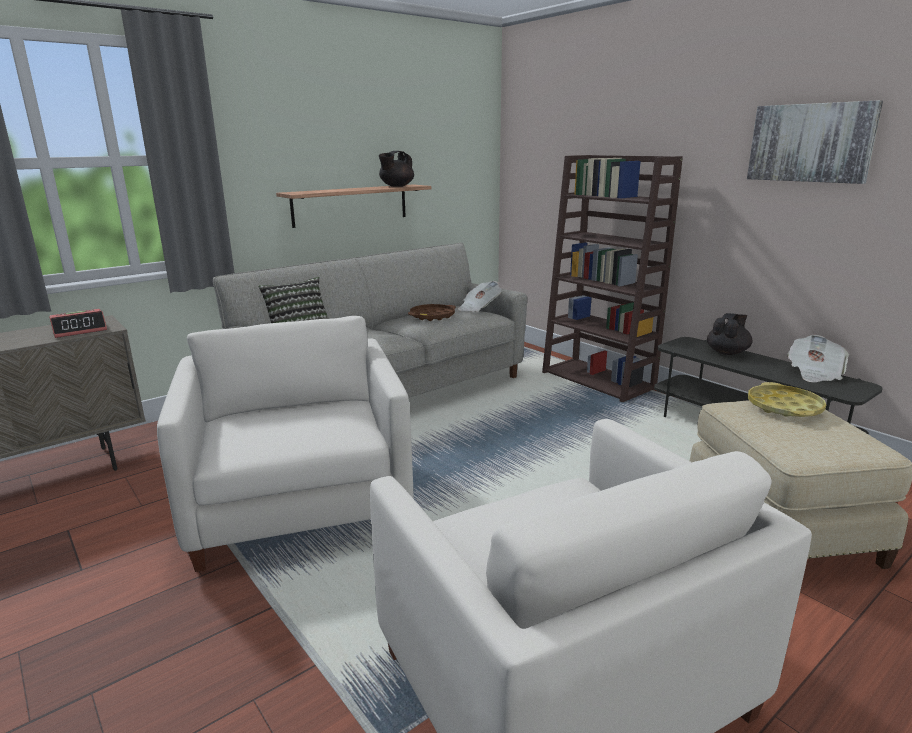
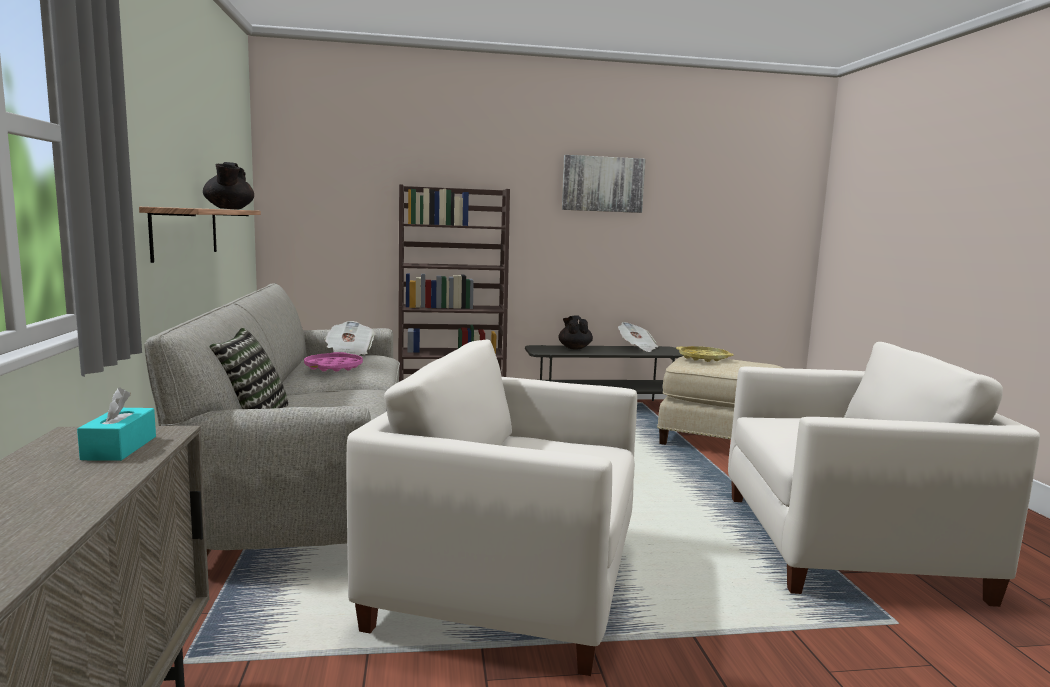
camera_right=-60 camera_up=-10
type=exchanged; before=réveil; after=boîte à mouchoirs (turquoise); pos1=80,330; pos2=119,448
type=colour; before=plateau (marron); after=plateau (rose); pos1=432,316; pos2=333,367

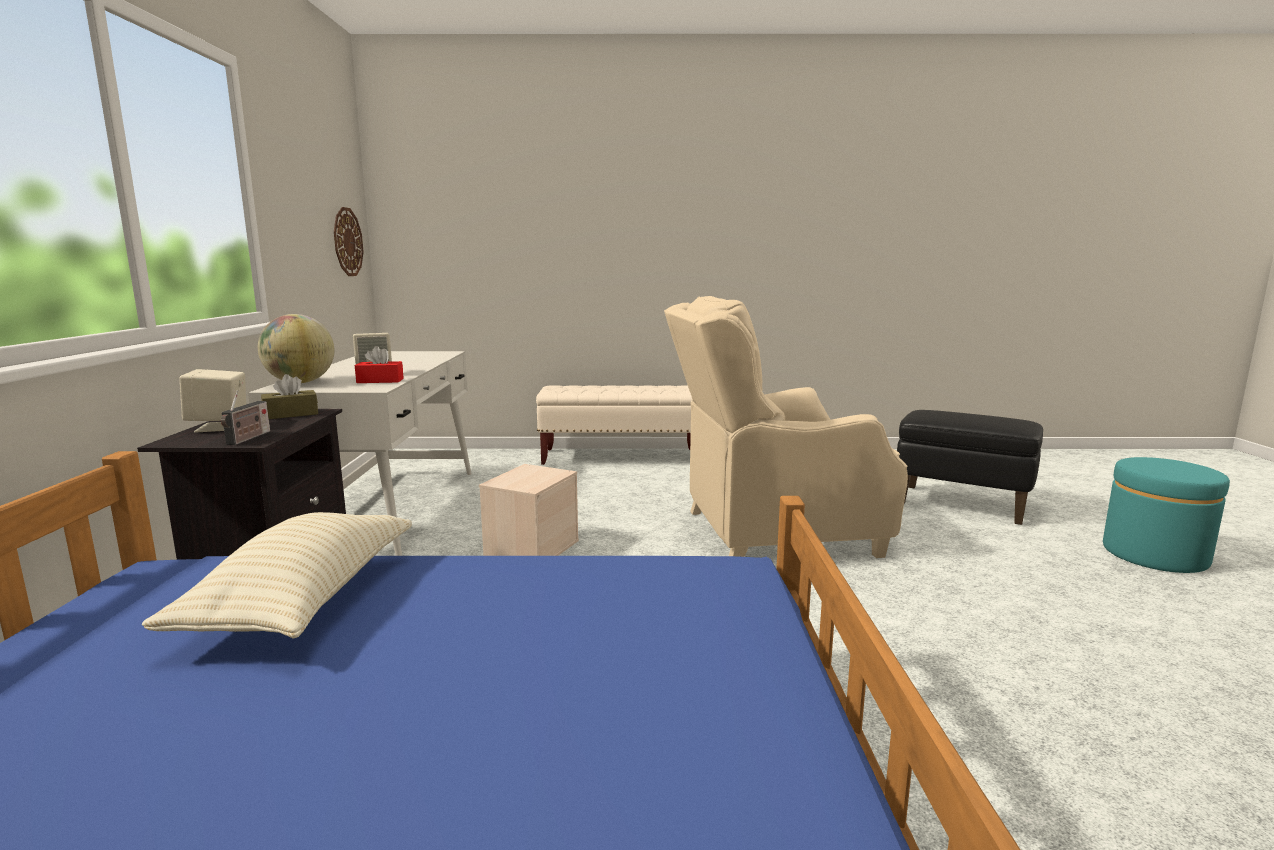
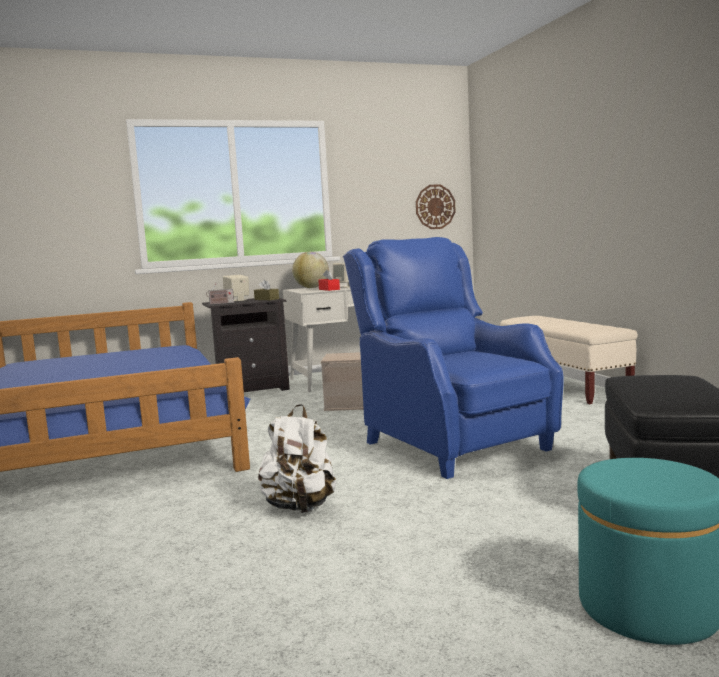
camera_right=70 camera_up=-5
type=missing; before=coussin (beige); pos1=303,600
type=appeared; after=sac à dos (blanc); pos2=300,507
type=colour; before=fauteuil (beige); after=fauteuil (bleu); pos1=773,534; pos2=452,444

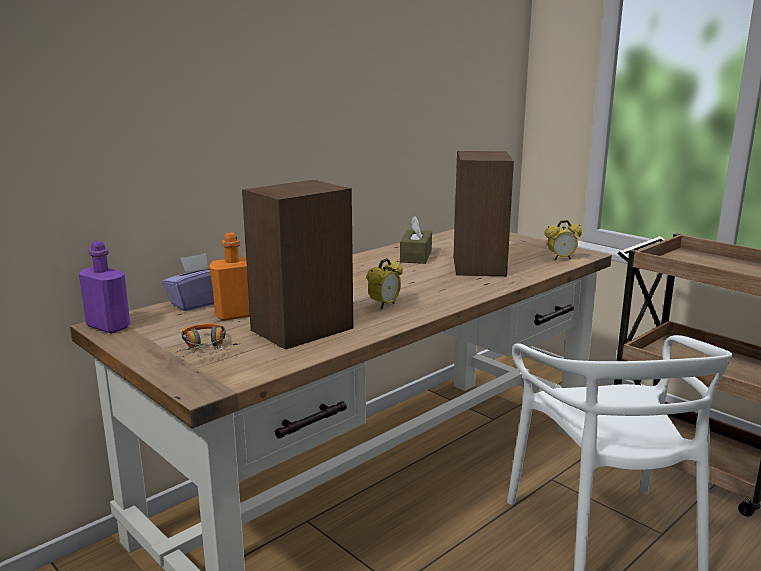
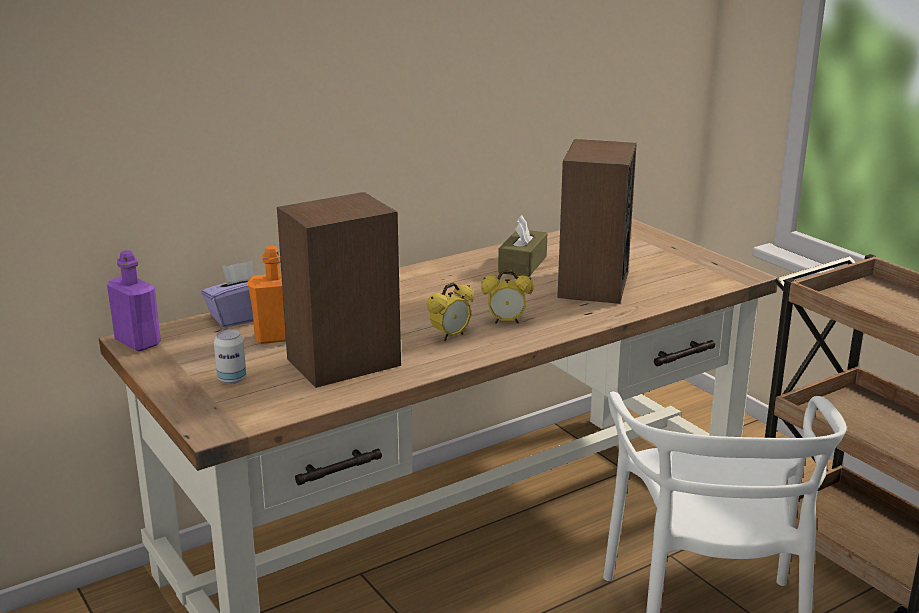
camera_right=10 camera_up=5
type=relocated; before=réveil; pos1=561,259; pos2=506,322
type=exchanged; before=casque audio; after=boîte métallique; pos1=205,348; pos2=232,379

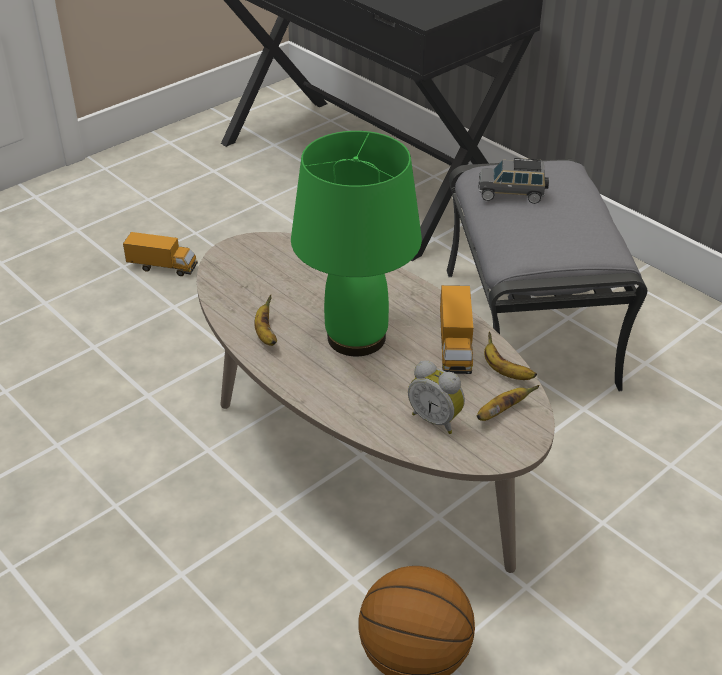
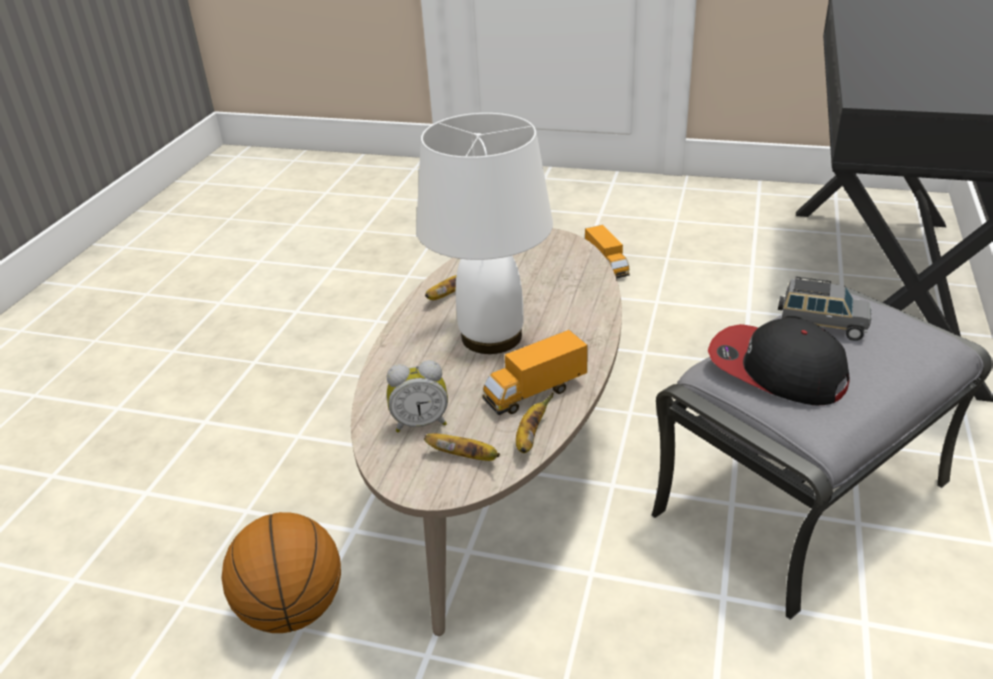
camera_right=60 camera_up=-5
type=appeared; after=casquette; pos2=776,369
type=colour; before=lampe de table (vert); after=lampe de table (blanc); pos1=358,338; pos2=491,337
type=spun; before=réveil; pos1=436,419; pos2=420,422; turn=-105
type=spun; before=petite voiture (gris); pos1=512,194; pos2=821,326; turn=135

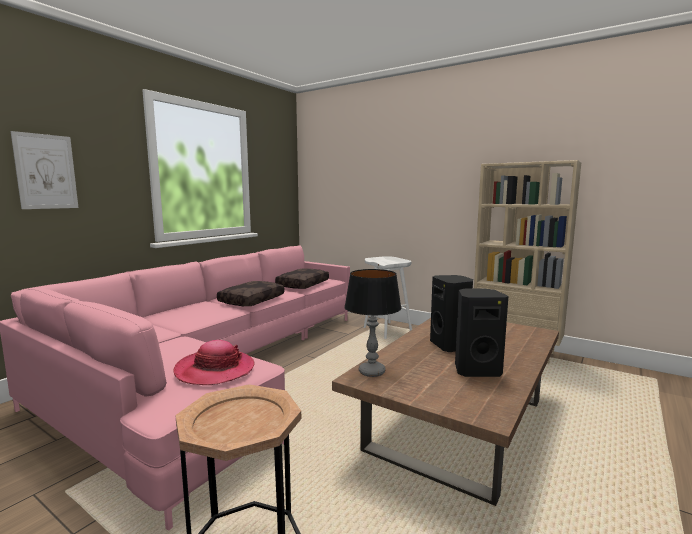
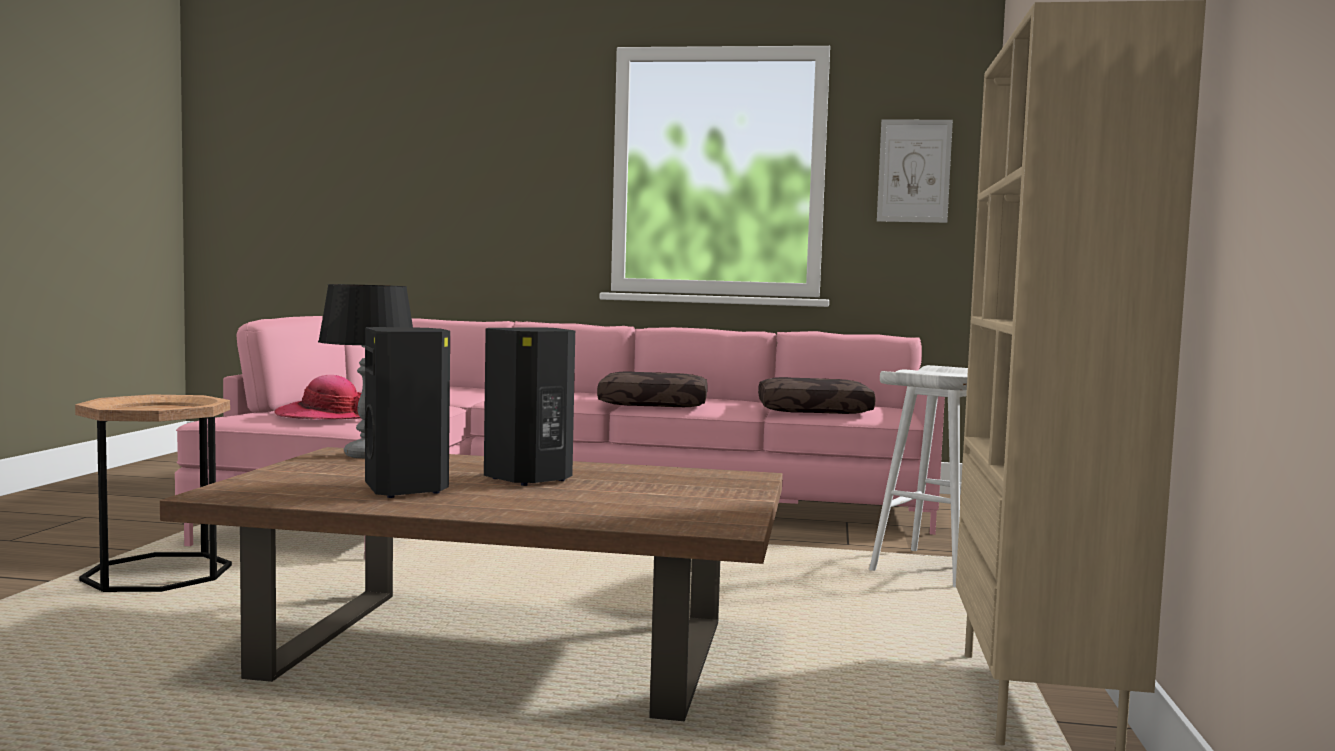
camera_right=65 camera_up=-5
type=relocated; before=tableau; pos1=46,171; pos2=914,171

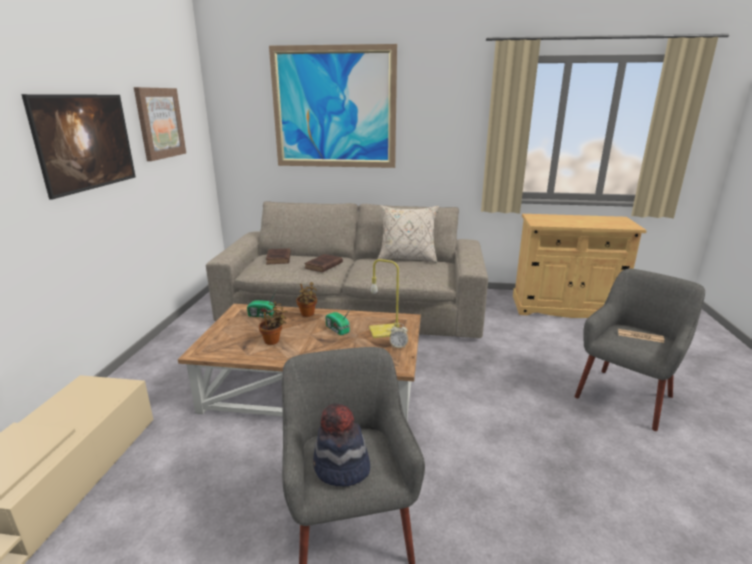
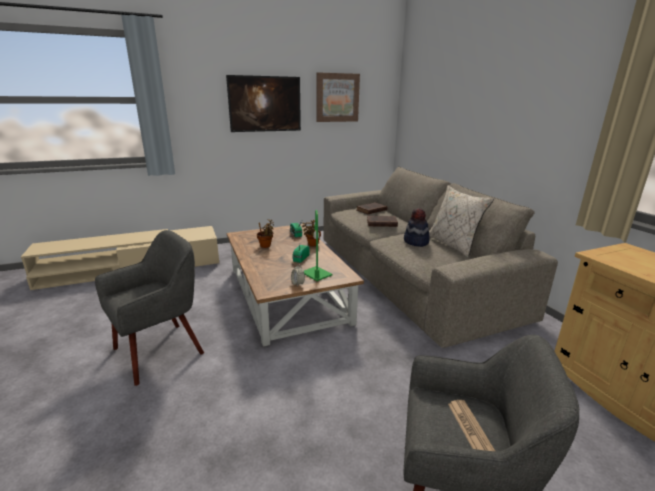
camera_right=60 camera_up=0
type=missing; before=tableau; pos1=334,108
type=relocated; before=chapeau; pos1=341,468; pos2=416,242
type=colour; before=lampe de table (jaune); after=lampe de table (vert); pos1=385,331; pos2=317,274

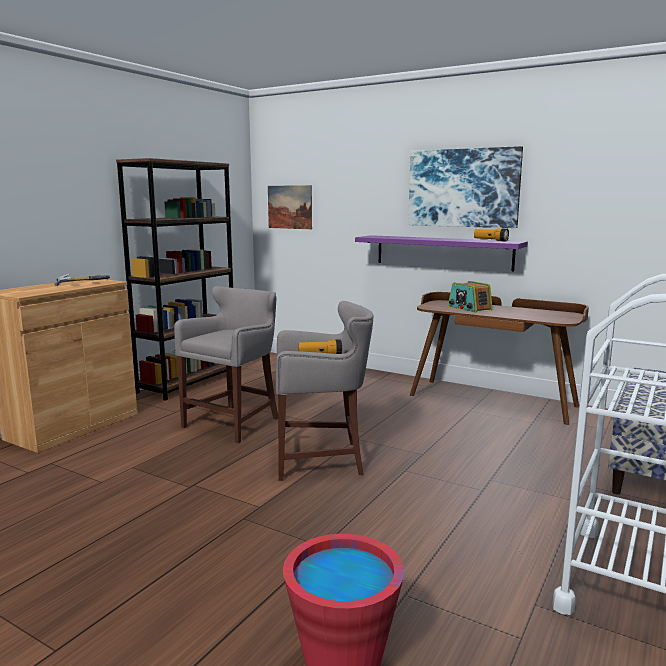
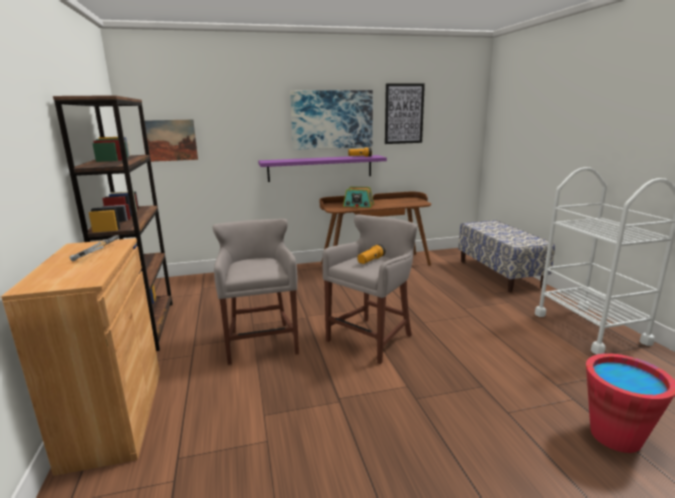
camera_right=-45 camera_up=5
type=appeared; after=tableau; pos2=404,114

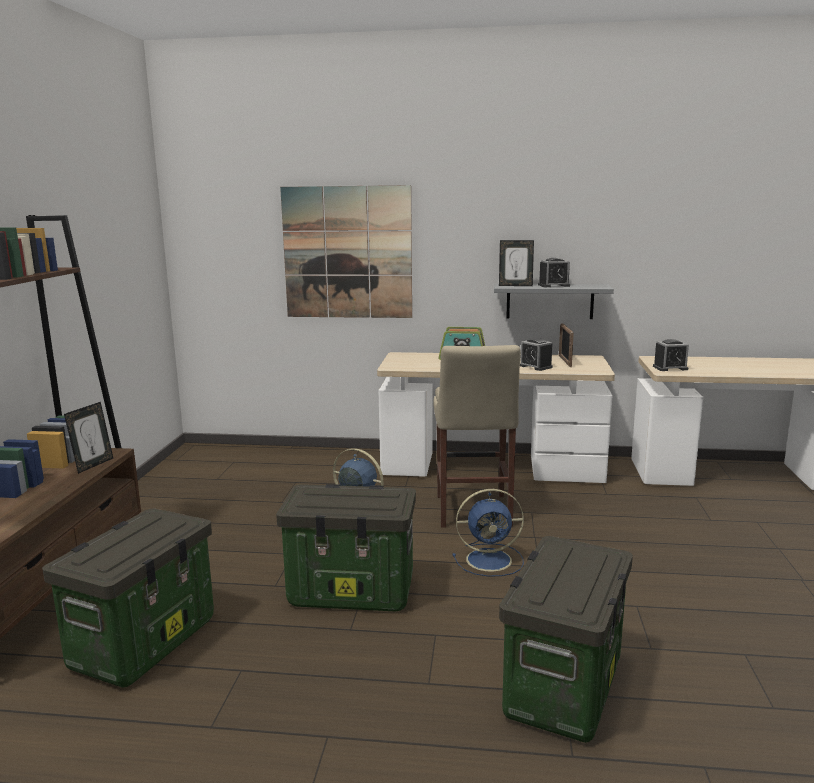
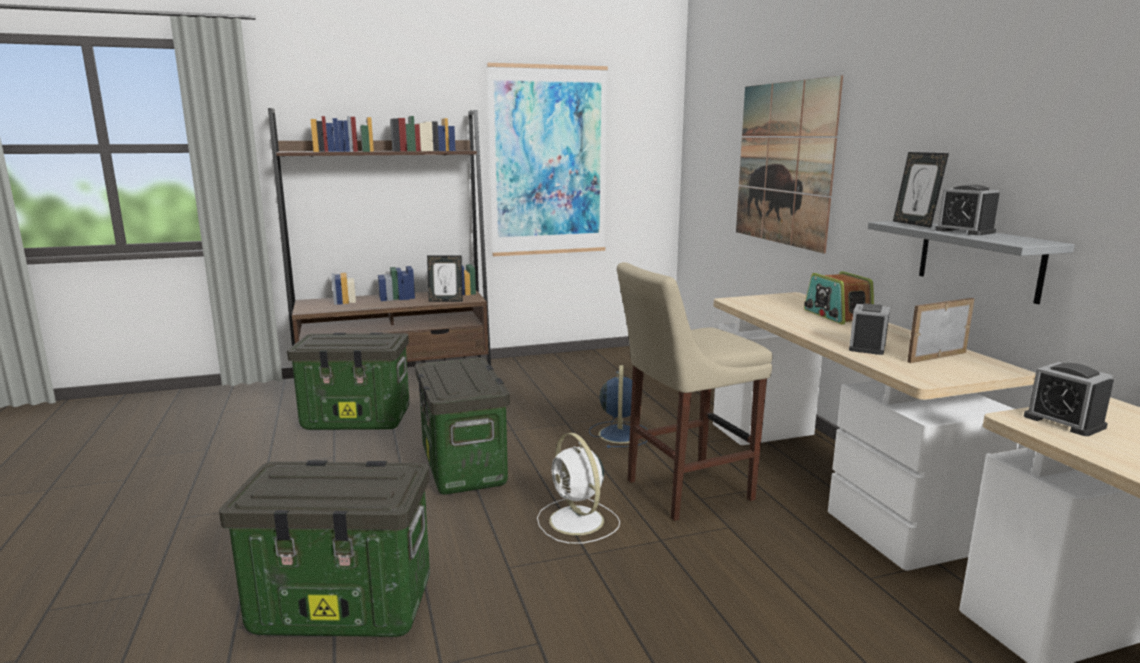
camera_right=65 camera_up=0
type=appeared; after=tableau; pos2=548,162
type=colour; before=ventilateur (bleu); after=ventilateur (blanc); pos1=491,560; pos2=578,522

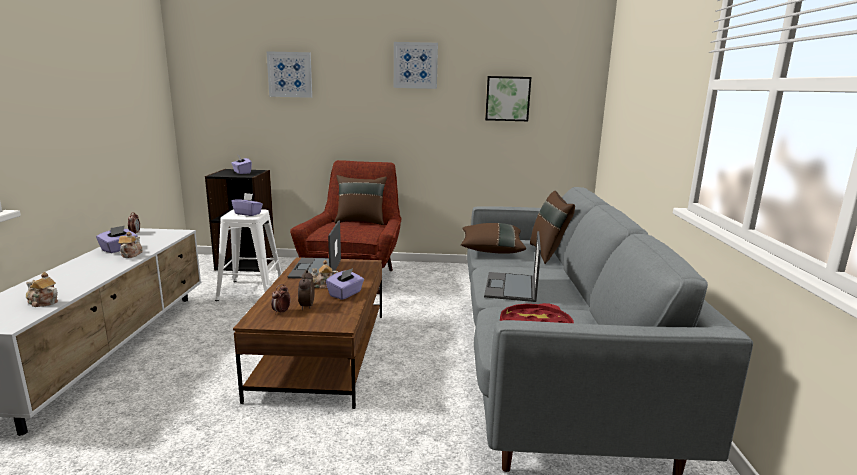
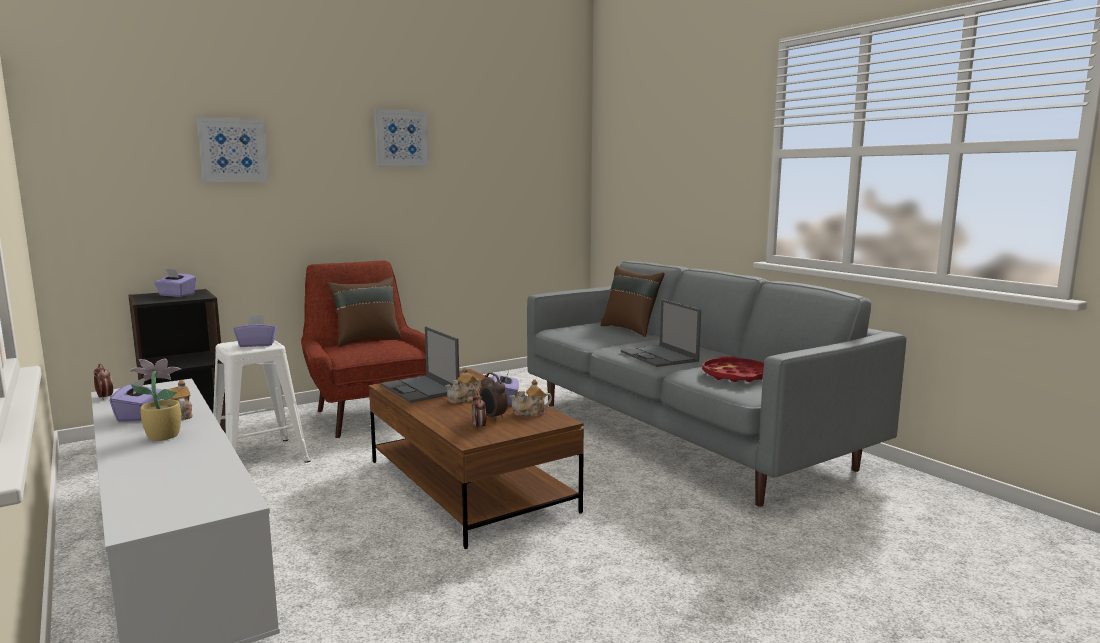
camera_right=-35 camera_up=-5
type=missing; before=coussin (marron); pos1=491,250
type=missing; before=tableau; pos1=507,98
type=appeared; after=plante en pot; pos2=162,436
type=relocated; before=théière; pos1=43,302; pos2=530,413

